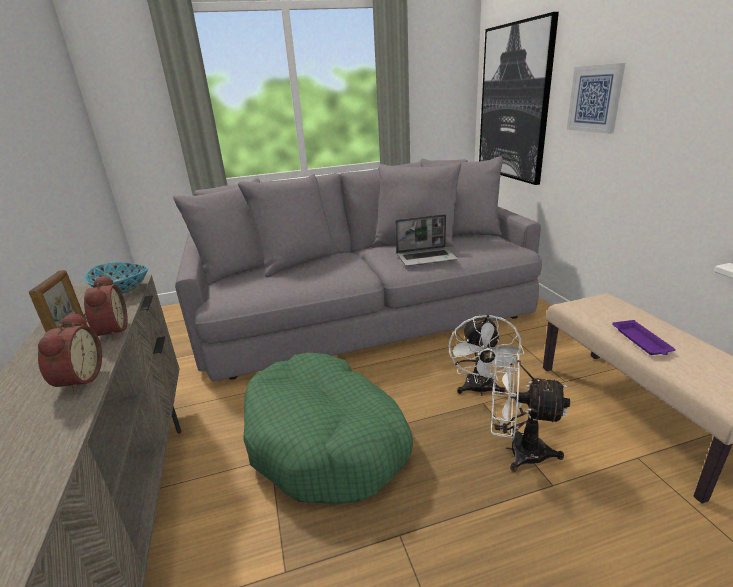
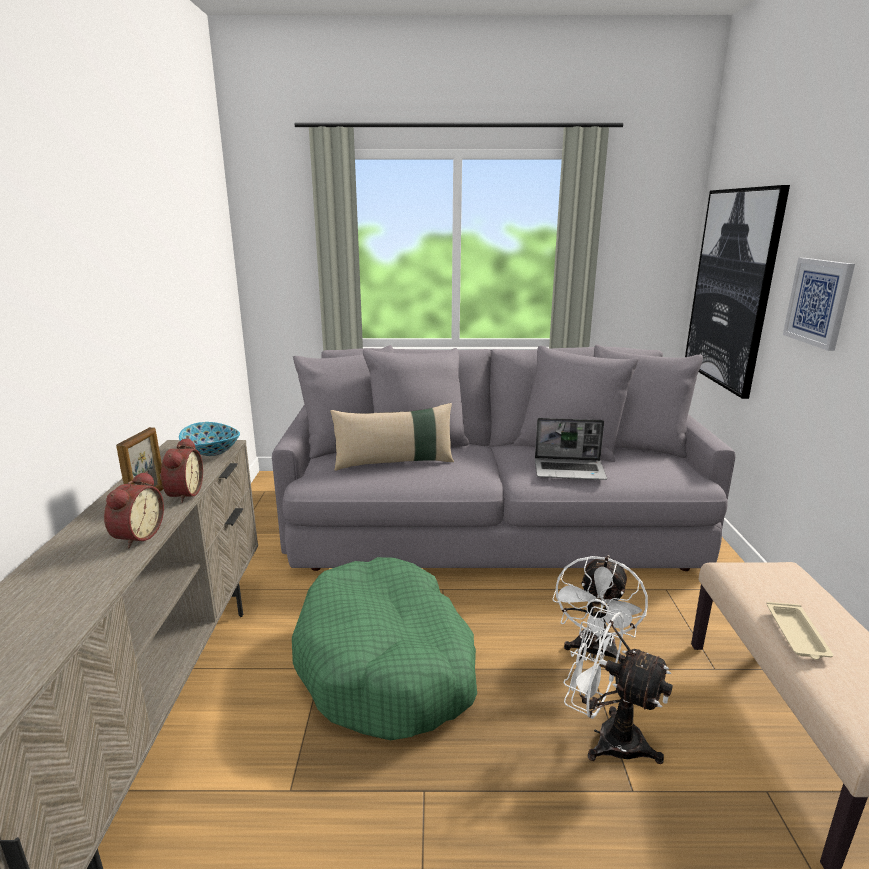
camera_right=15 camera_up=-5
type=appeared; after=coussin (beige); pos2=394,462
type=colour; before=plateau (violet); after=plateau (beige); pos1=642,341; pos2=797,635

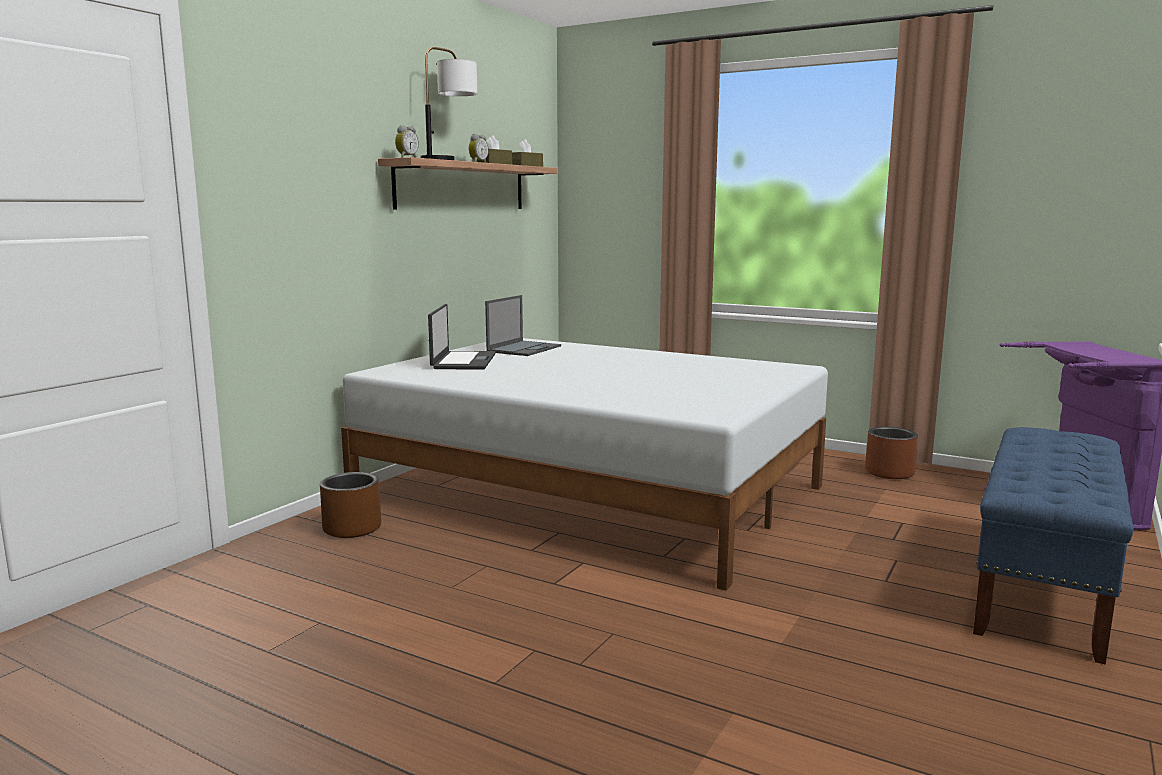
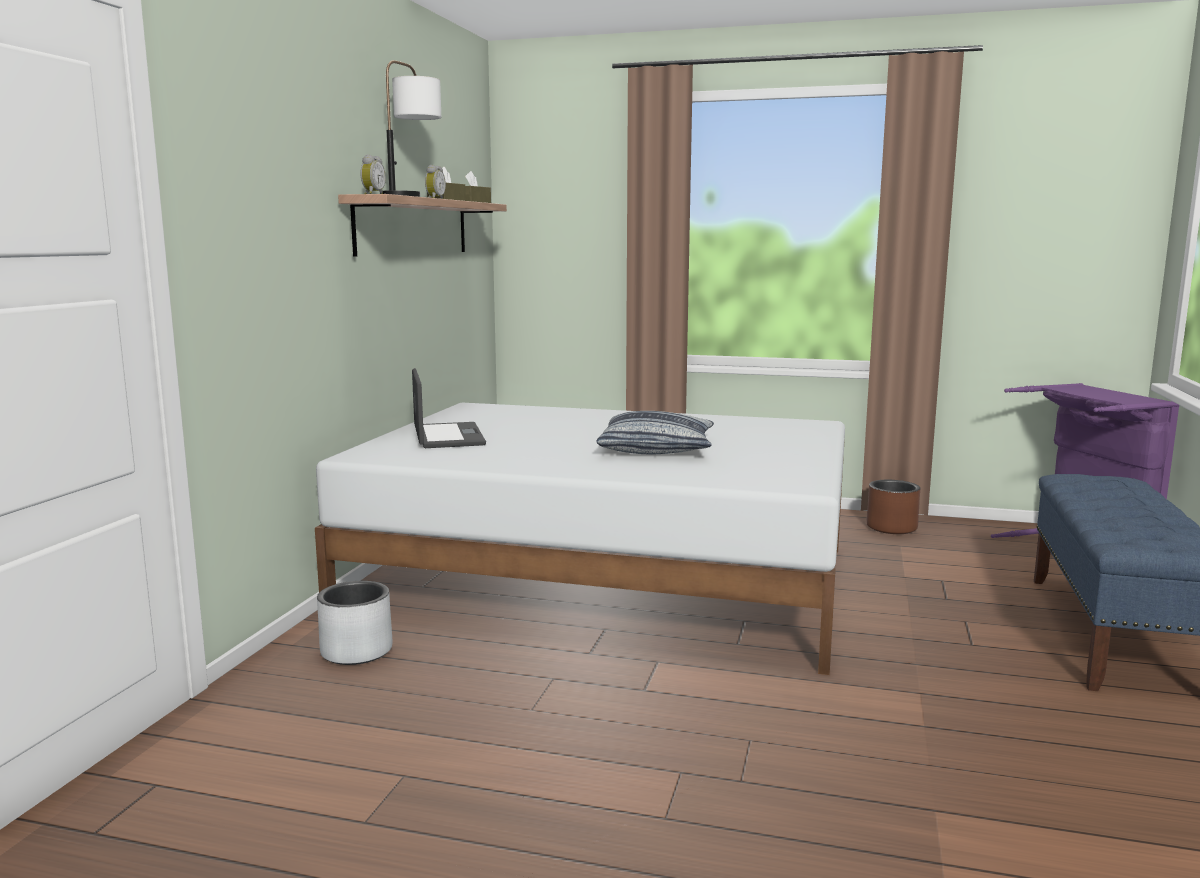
camera_right=-15 camera_up=0
type=missing; before=ordinateur portable; pos1=524,349
type=appeared; after=coussin; pos2=657,448
type=colour; before=cache-pot (marron); after=cache-pot (gris); pos1=352,528; pos2=357,651

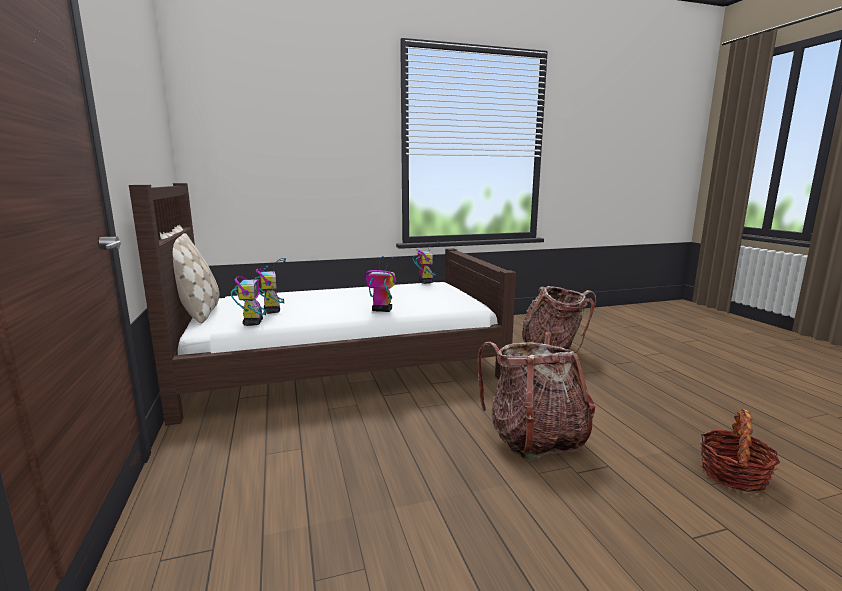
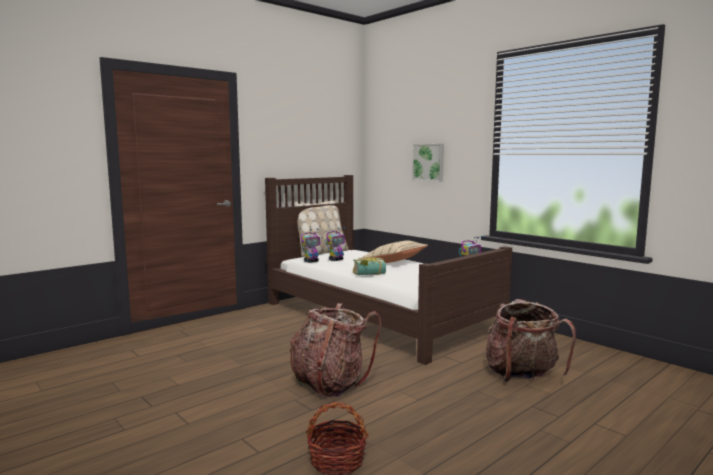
camera_right=65 camera_up=-5
type=appeared; after=coussin (beige); pos2=394,262
type=appeared; after=tableau; pos2=429,162
type=exchanged; before=robot jouet; after=livre; pos1=381,310; pos2=370,275

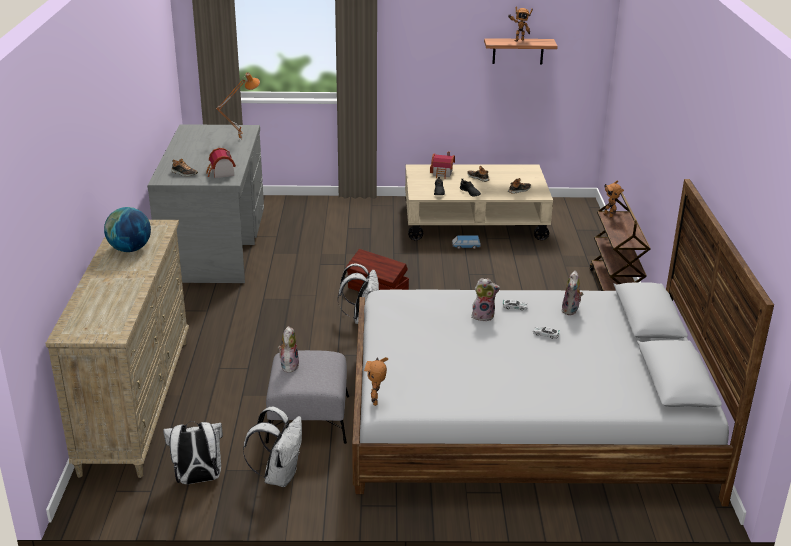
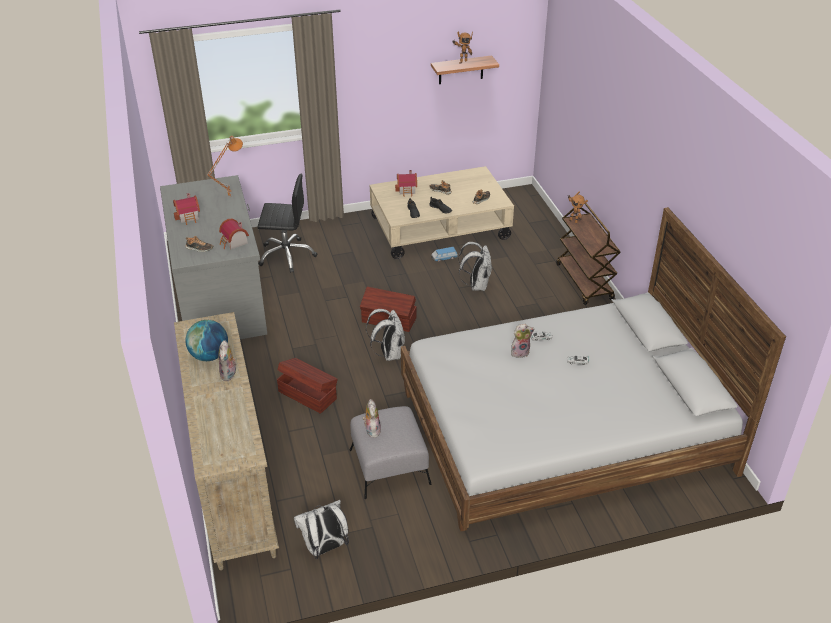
camera_right=-15 camera_up=10
type=missing; before=robot jouet; pos1=376,401
type=appeared; after=maison miniature; pos2=189,217
type=appeared; after=chaise de bureau (noir); pos2=287,255
type=appeared; after=boîte de rangement (marron); pos2=307,394
type=relocated; before=sac à dos (blanc); pos1=279,476; pos2=476,285
type=relocated; before=peluche; pos1=571,311; pos2=229,375

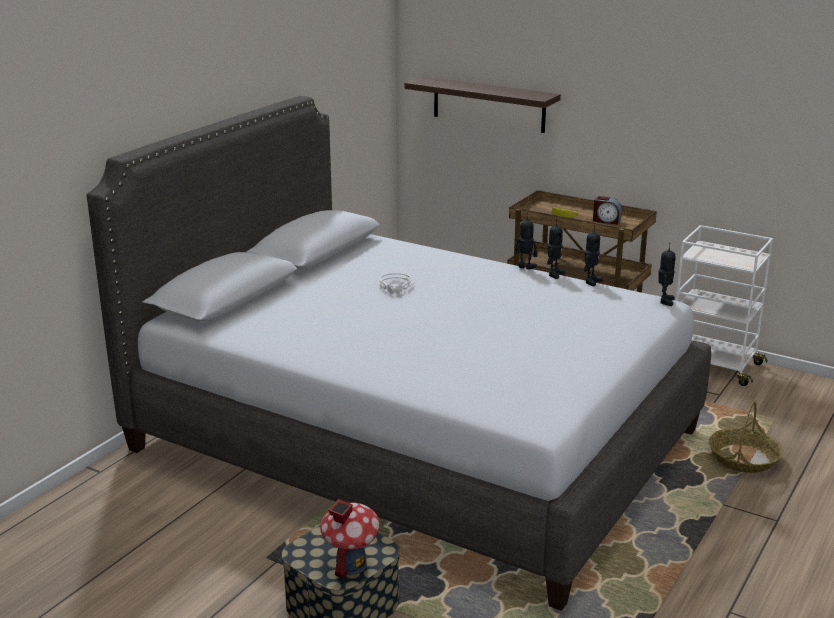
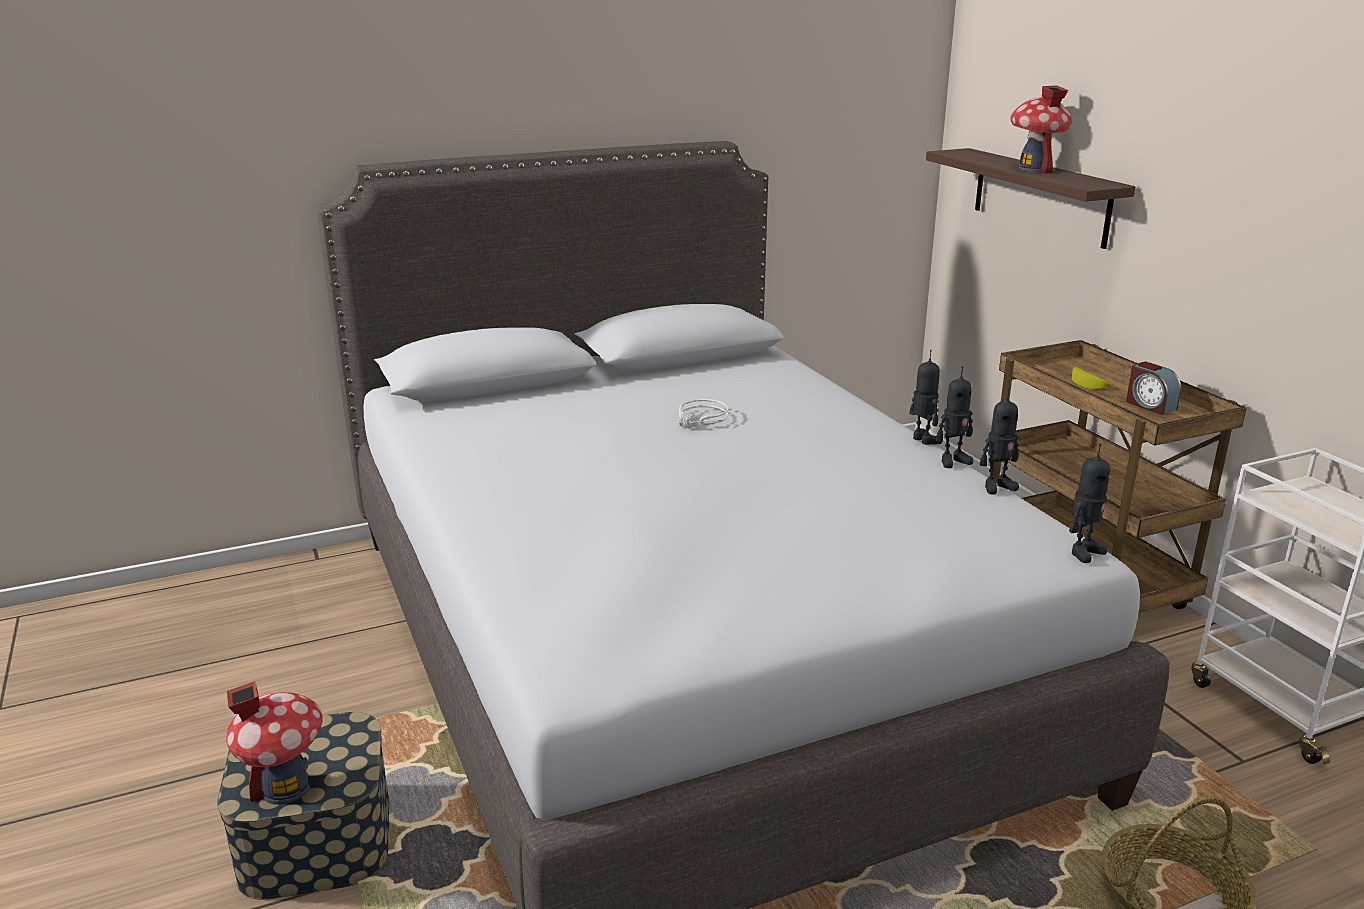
camera_right=35 camera_up=0
type=appeared; after=maison miniature; pos2=1034,169

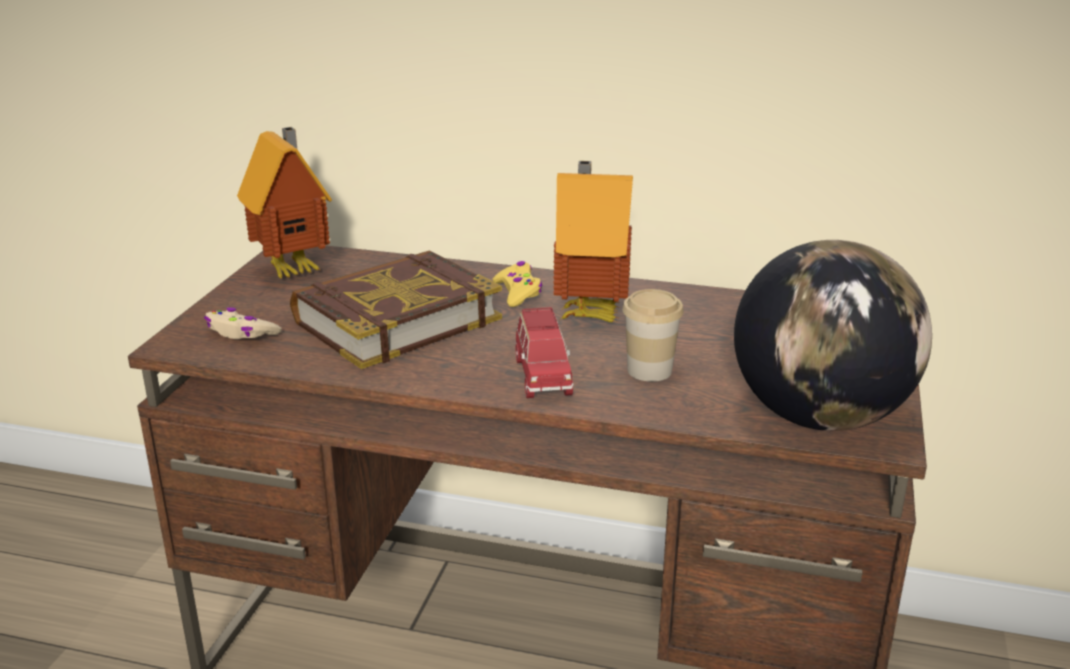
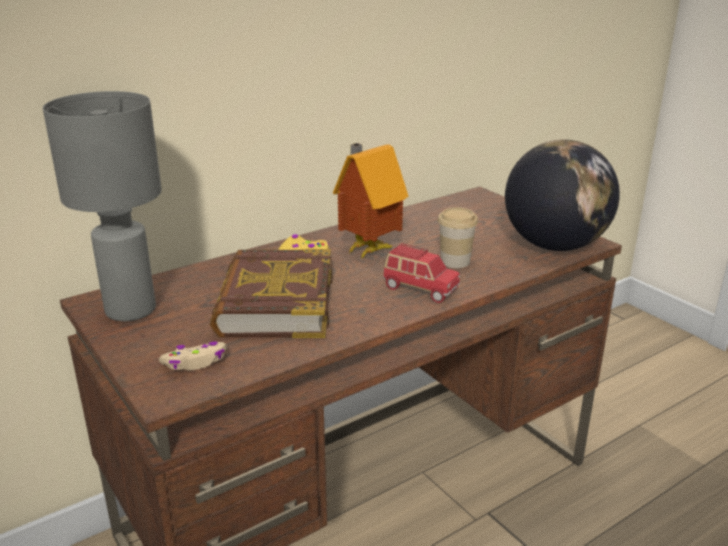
camera_right=-50 camera_up=0
type=exchanged; before=maison miniature; after=lampe de table (gris); pos1=295,270; pos2=130,309

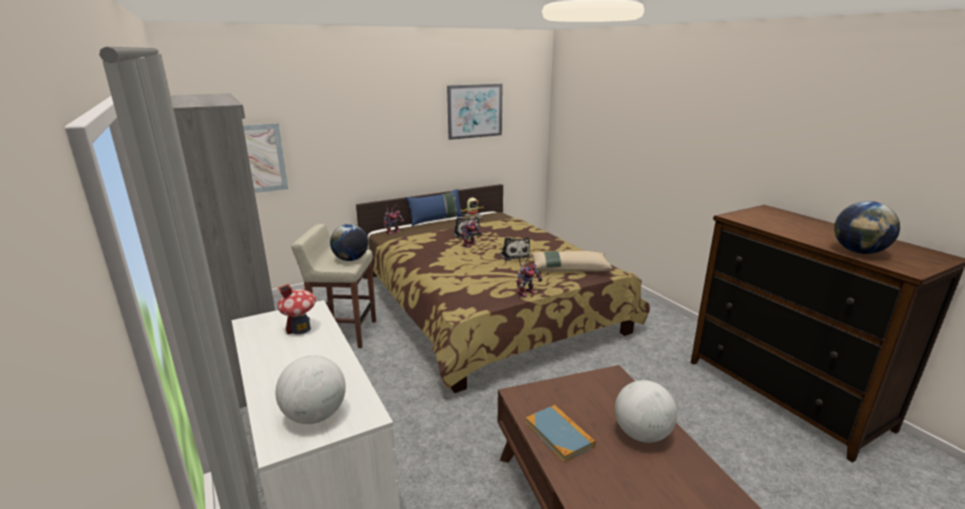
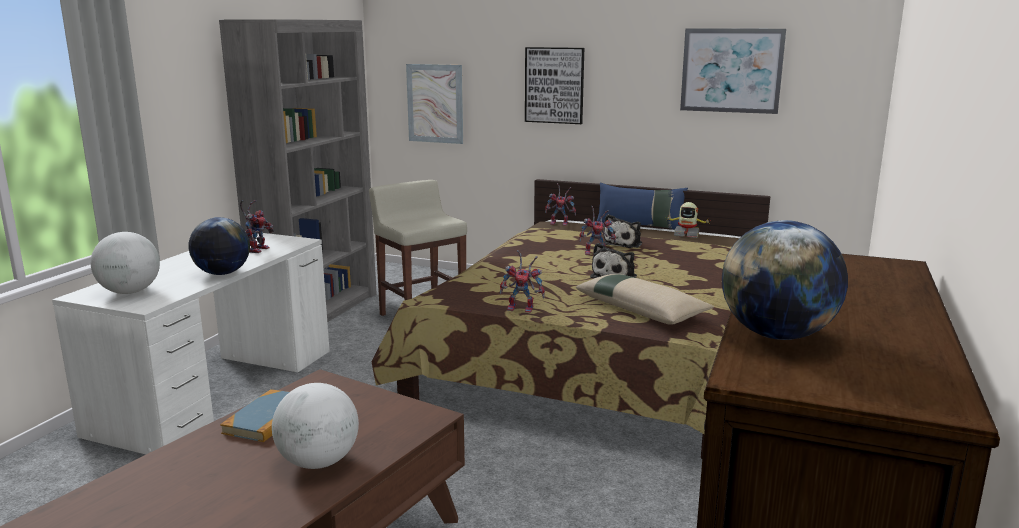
camera_right=50 camera_up=-5
type=appeared; after=tableau; pos2=554,85
type=relocated; before=globe; pos1=351,259; pos2=222,273
type=exchanged; before=maison miniature; after=robot jouet; pos1=300,329; pos2=257,249

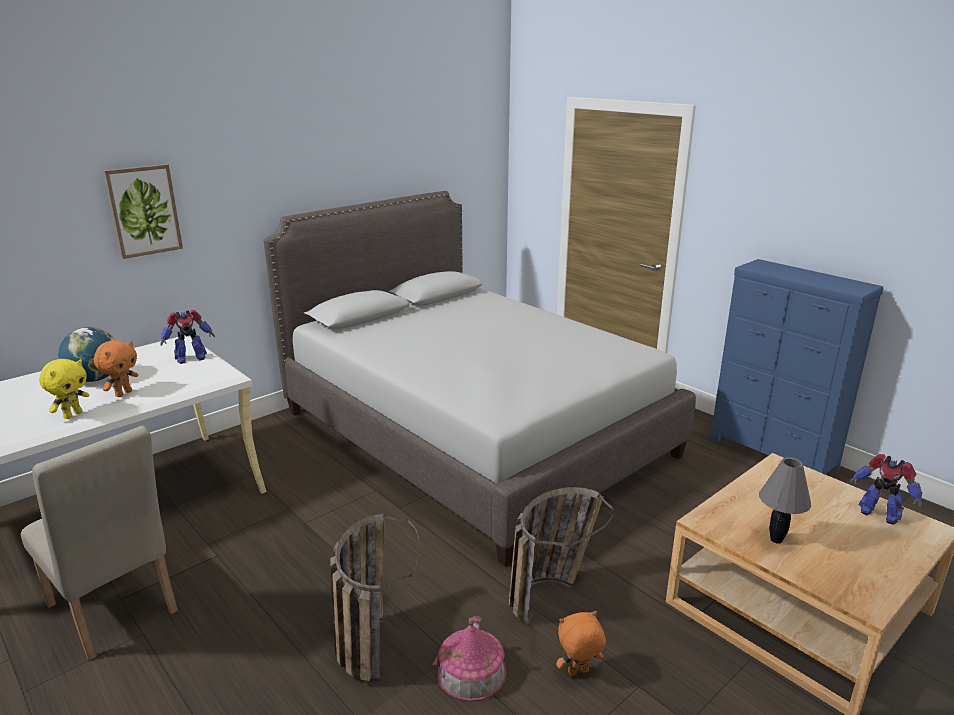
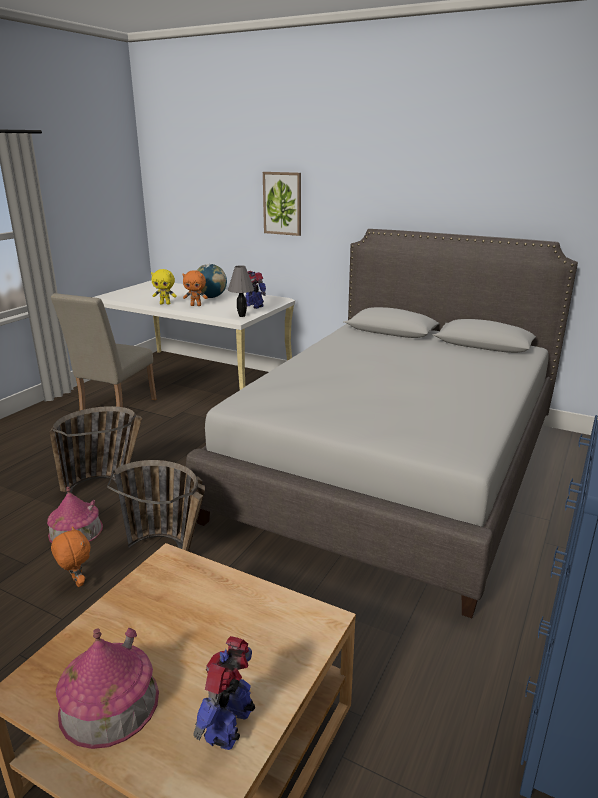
camera_right=70 camera_up=0
type=appeared; after=maison miniature; pos2=109,703
type=relocated; before=lampe de table (gris); pos1=775,539; pos2=242,316

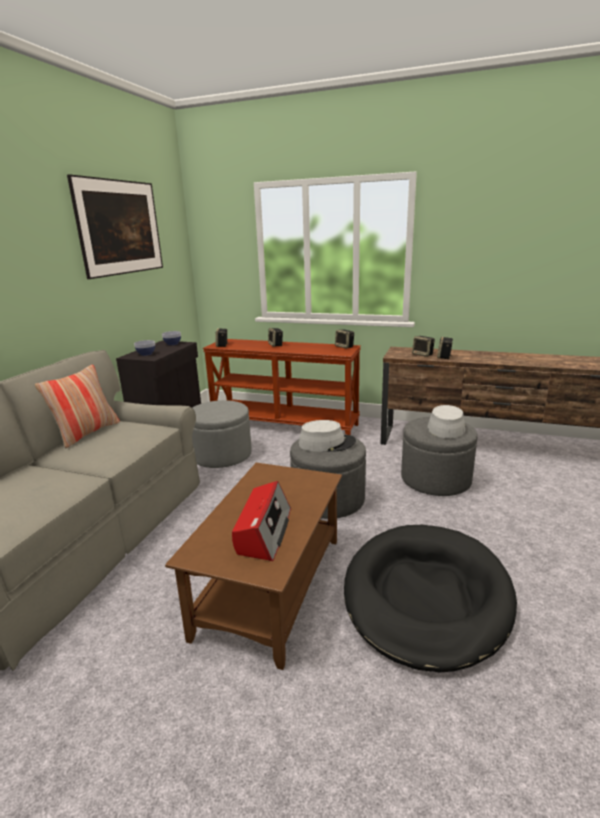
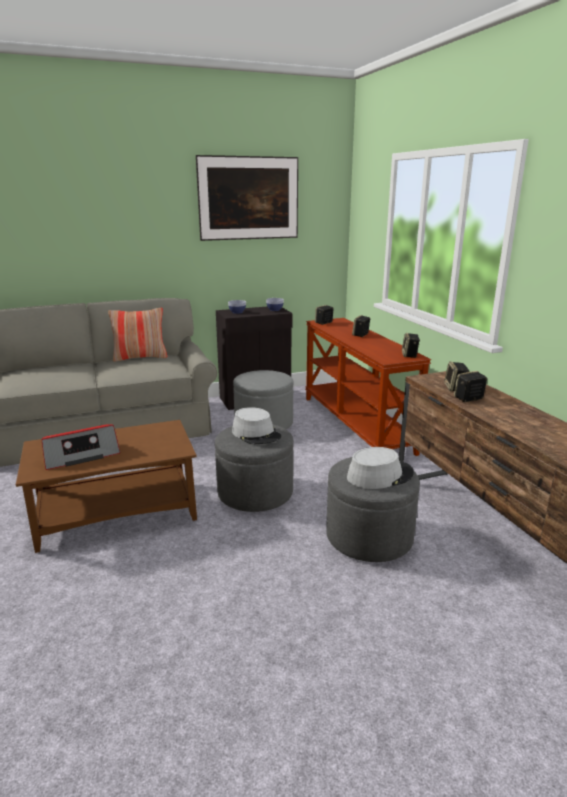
camera_right=50 camera_up=0
type=missing; before=panier pour chien (noir); pos1=426,596

